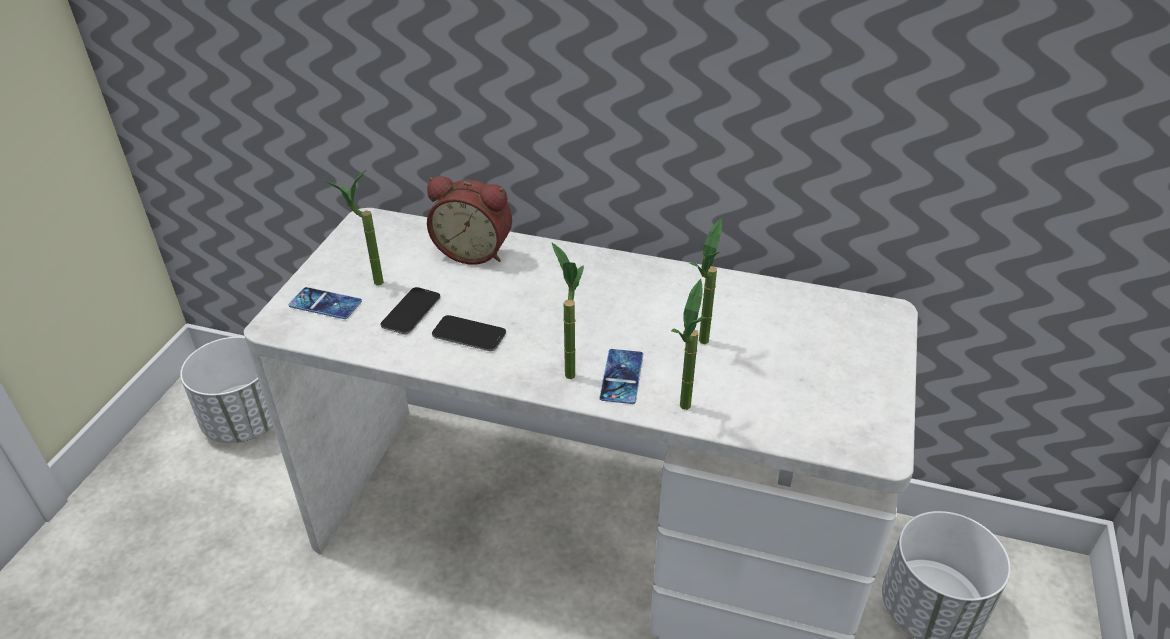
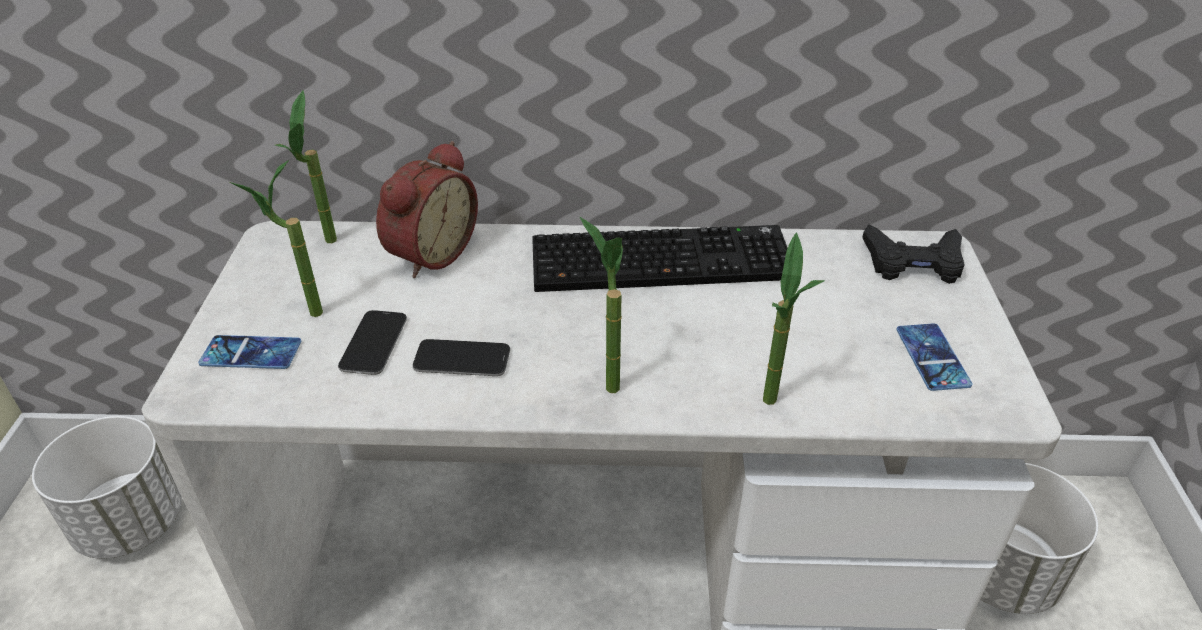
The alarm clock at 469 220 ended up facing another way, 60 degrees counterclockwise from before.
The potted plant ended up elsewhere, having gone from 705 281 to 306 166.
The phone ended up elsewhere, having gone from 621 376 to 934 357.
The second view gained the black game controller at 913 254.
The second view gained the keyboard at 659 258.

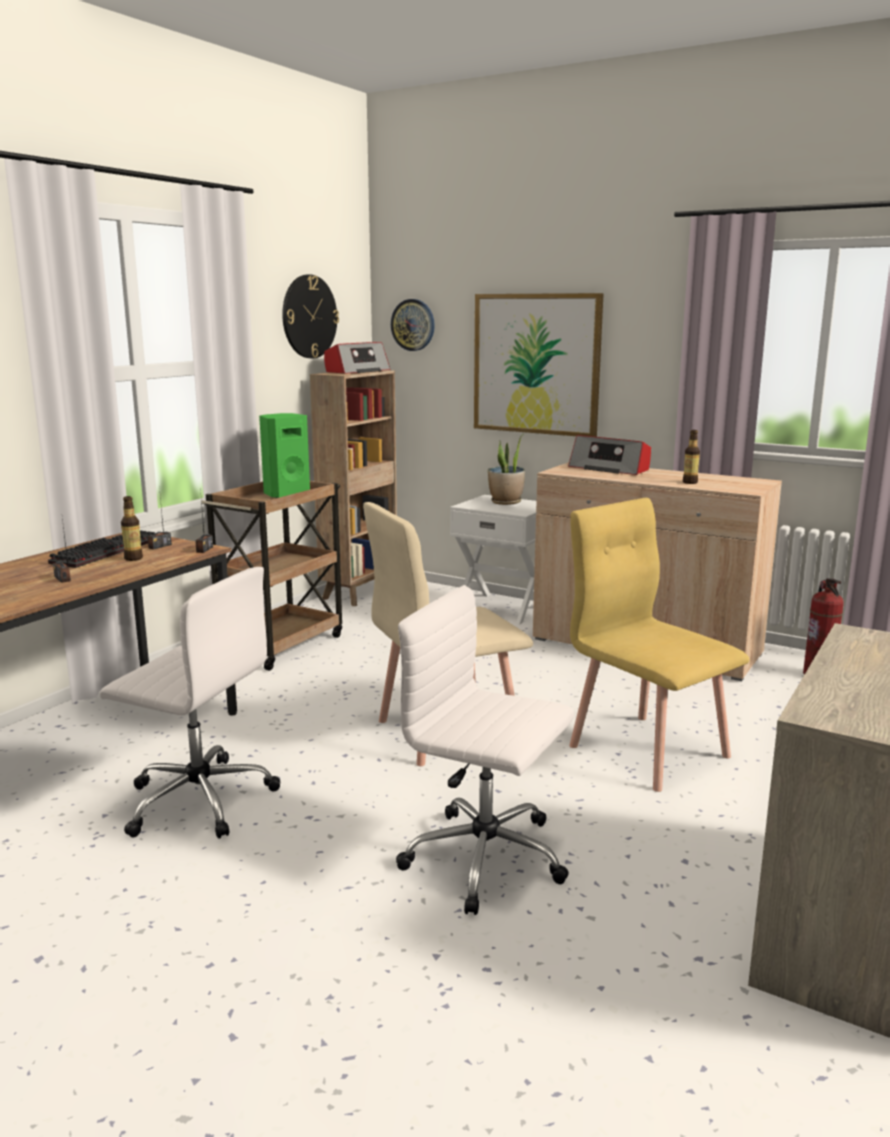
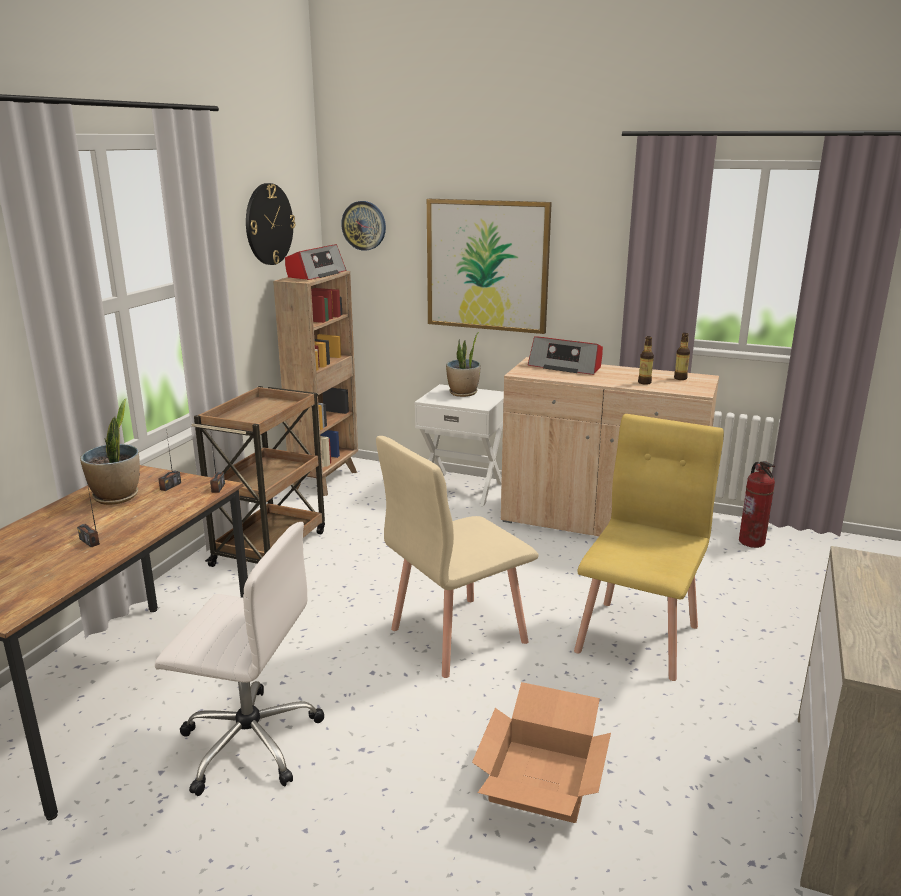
The second view lost the green speaker at 284 455.
The bottle ended up elsewhere, having gone from 132 528 to 682 356.
The yellow chair at 659 645 ended up facing another way, 75 degrees clockwise from before.
Where the keyboard stood at 101 549, the potted plant came to stand at 110 452.
Where the white office chair stood at 485 750, the cardboard box came to stand at 541 752.

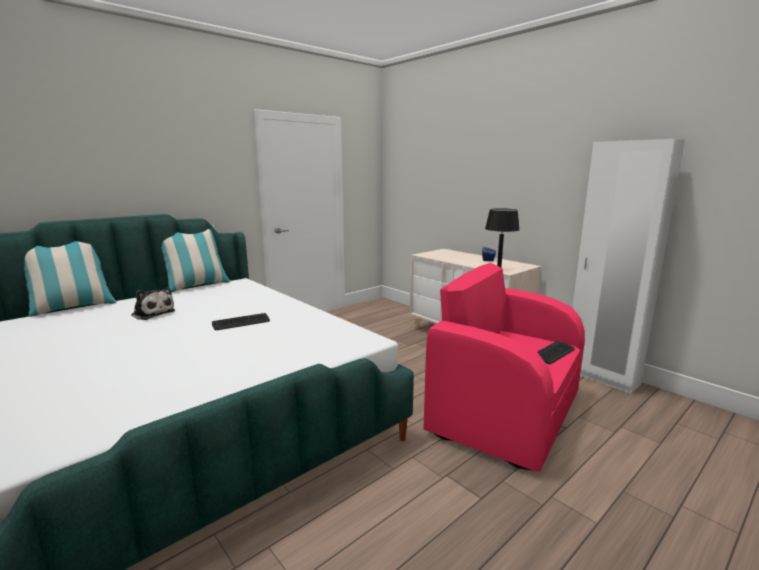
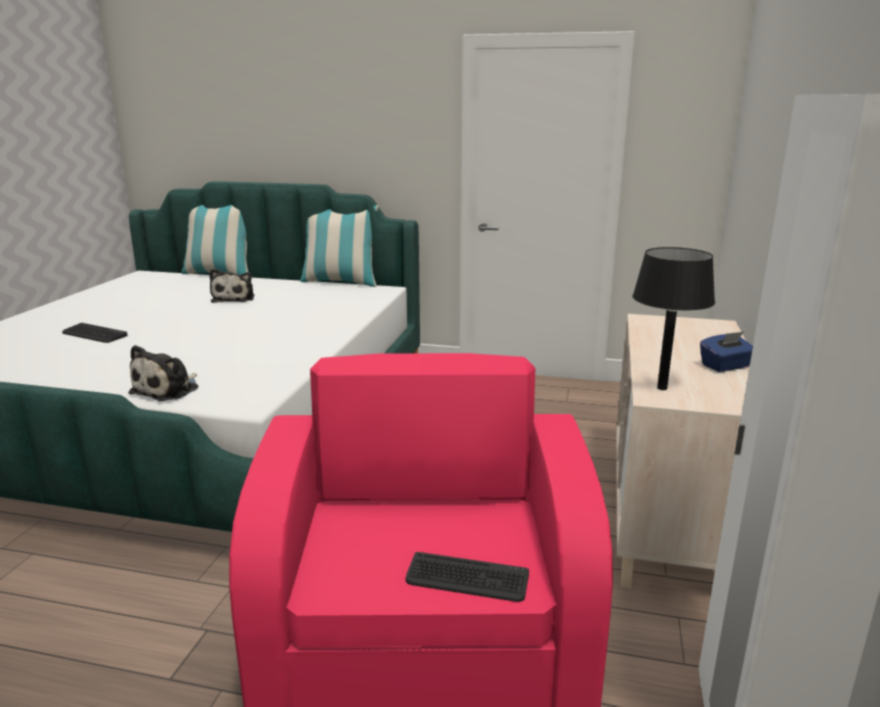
The keyboard ended up elsewhere, having gone from 241 321 to 95 333.
The second view gained the plush toy at 163 373.

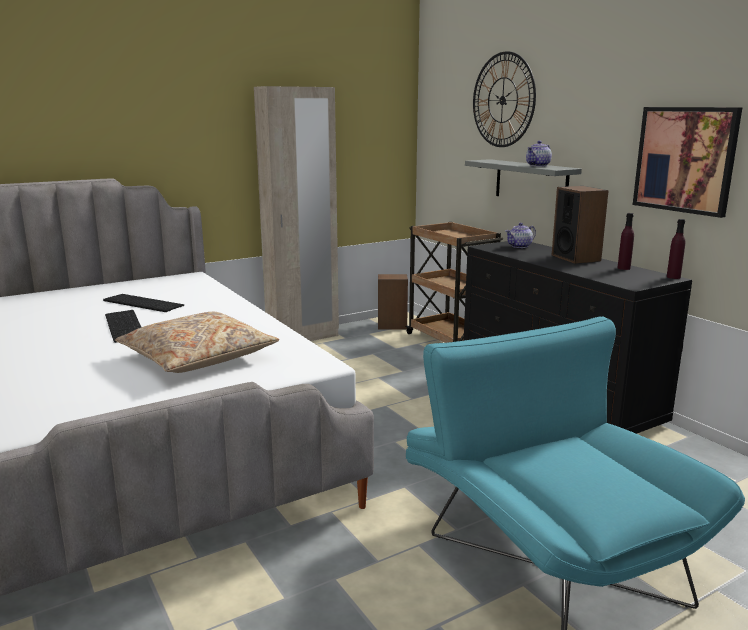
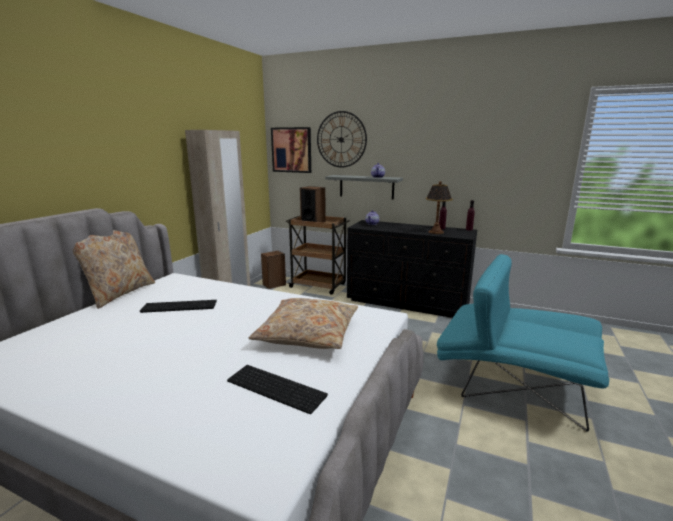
The picture ended up elsewhere, having gone from 687 162 to 291 150.
The speaker ended up elsewhere, having gone from 580 225 to 313 204.
The keyboard ended up elsewhere, having gone from 123 326 to 277 389.
The second view gained the table lamp at 439 207.
The second view gained the beige pillow at 114 269.

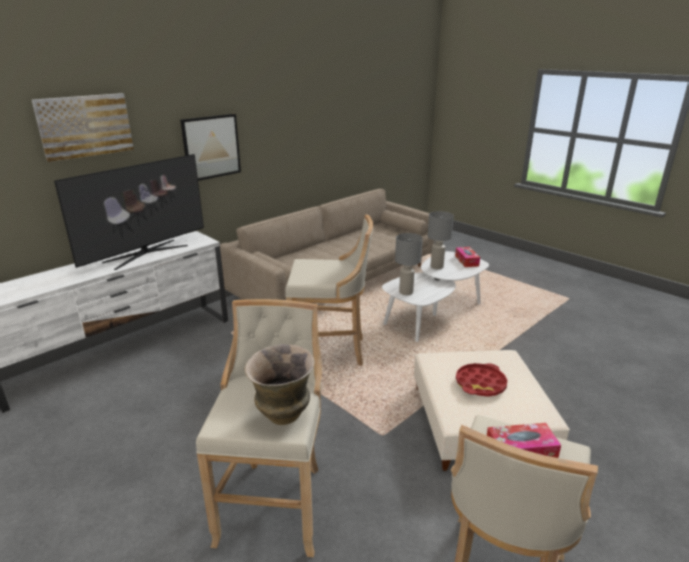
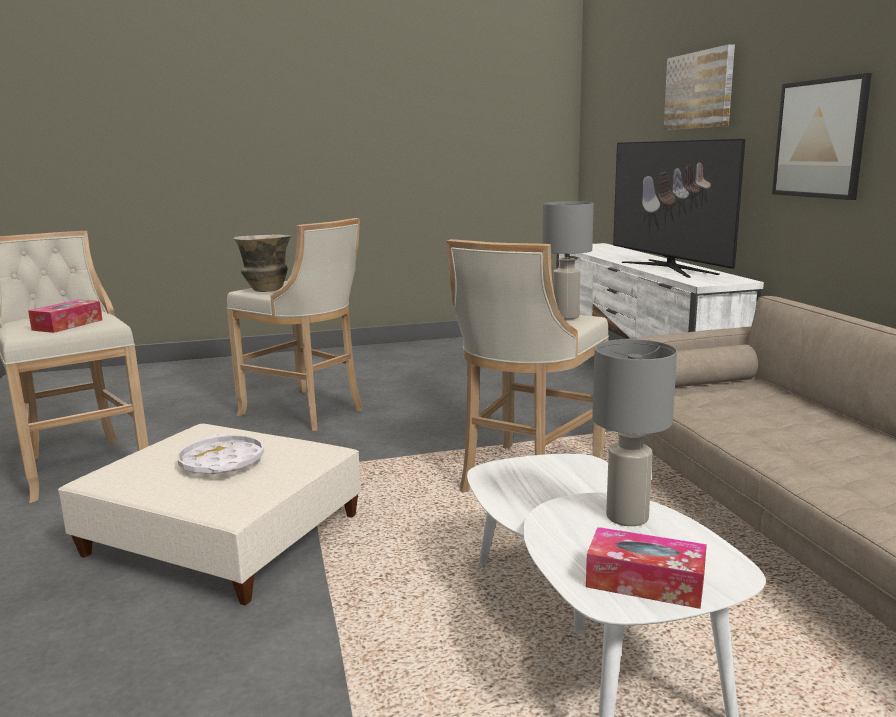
The grey table lamp ended up elsewhere, having gone from 409 264 to 568 260.
What was the red tray at 481 380 turned into the white tray at 220 454.

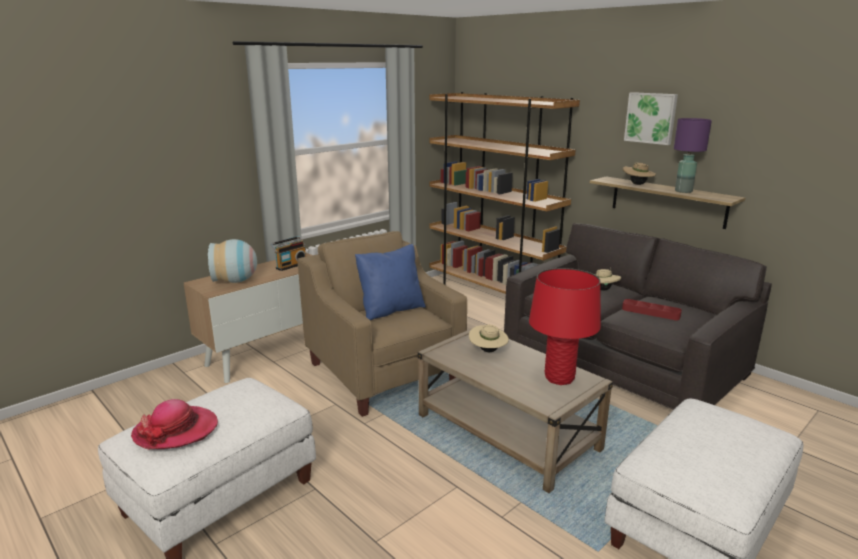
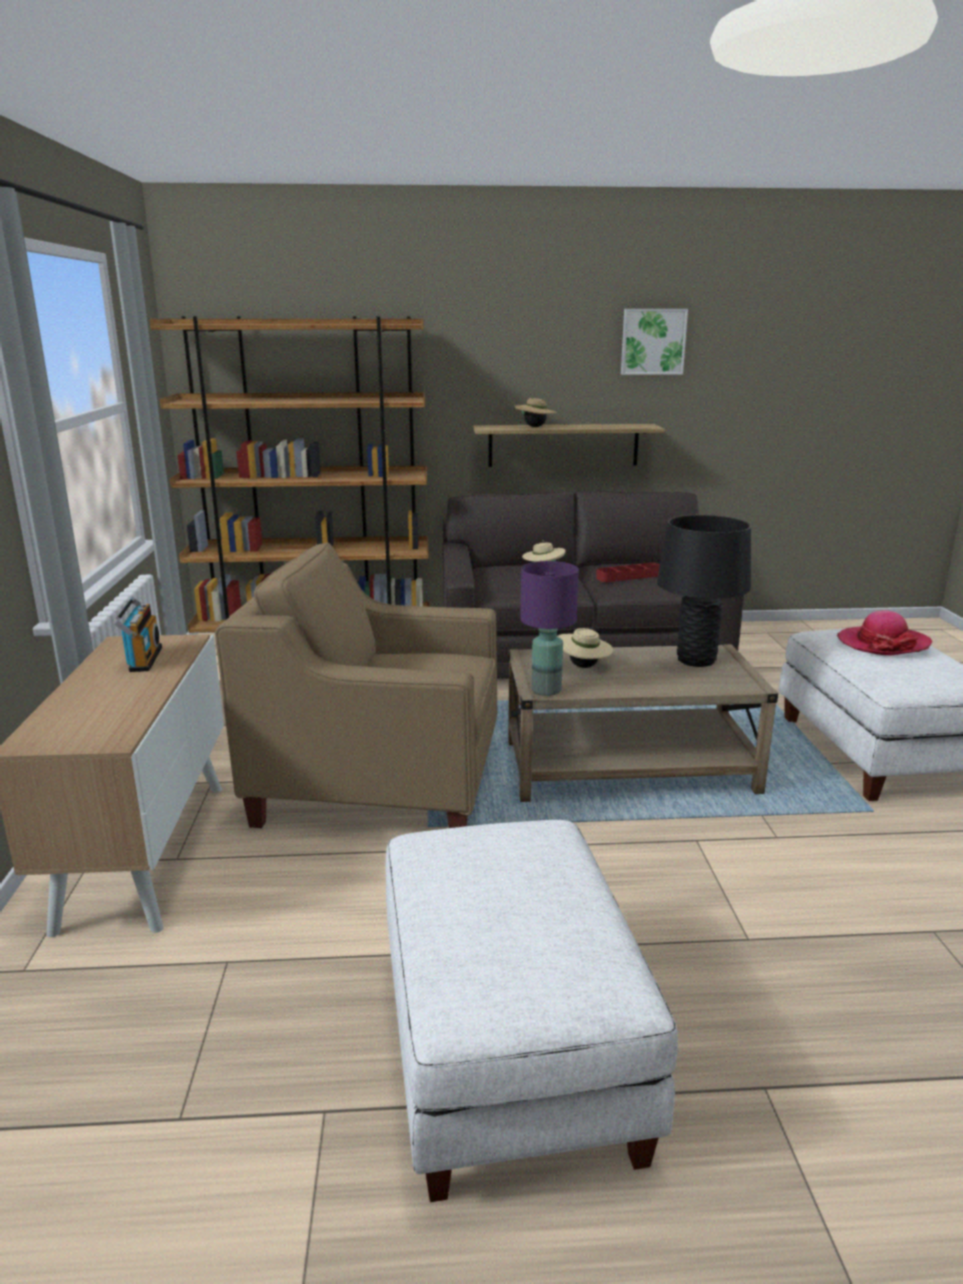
The picture ended up elsewhere, having gone from 651 118 to 654 342.
The purple table lamp ended up elsewhere, having gone from 693 155 to 549 628.
The second view lost the vase at 232 261.
The second view lost the blue pillow at 390 282.
What was the red table lamp at 565 326 turned into the black table lamp at 704 591.
The hat ended up elsewhere, having gone from 174 424 to 884 633.

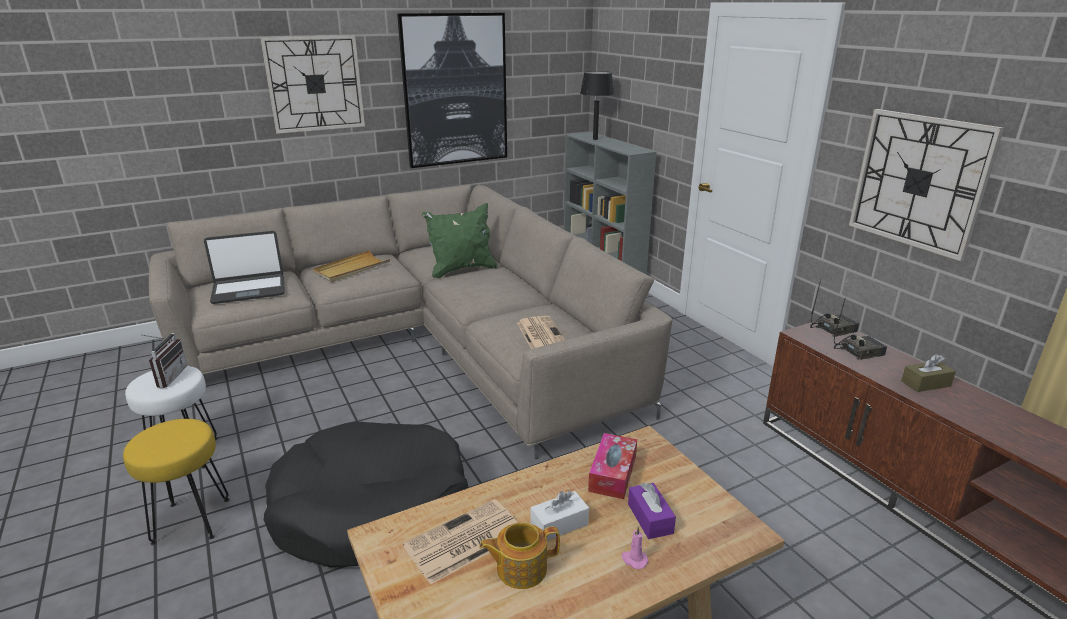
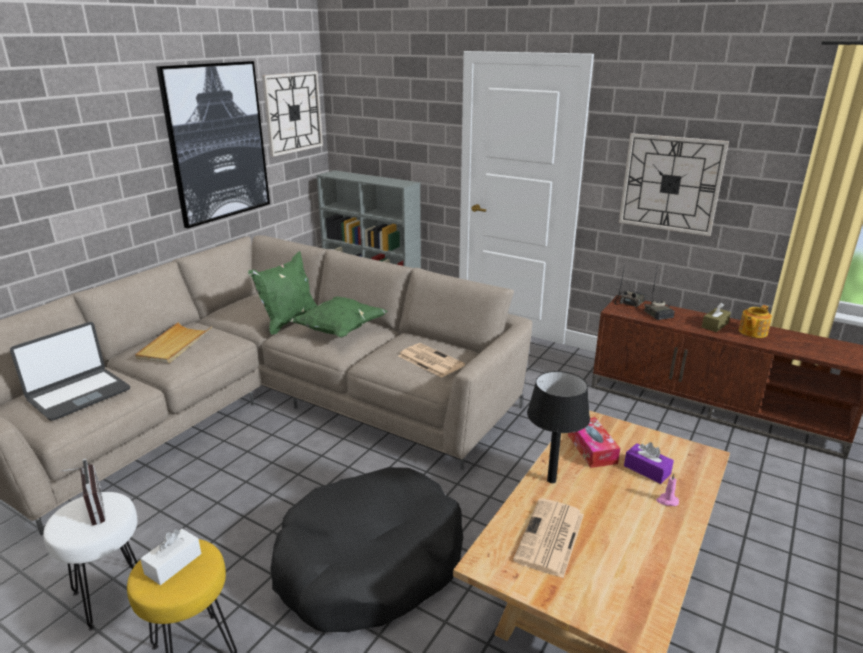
The wall clock ended up elsewhere, having gone from 312 84 to 292 114.
The black table lamp ended up elsewhere, having gone from 597 105 to 558 427.
The radio at 860 328 ended up facing another way, 120 degrees clockwise from before.
The white tissue box ended up elsewhere, having gone from 560 515 to 170 557.
The teapot ended up elsewhere, having gone from 519 555 to 755 321.
The second view gained the green pillow at 338 317.

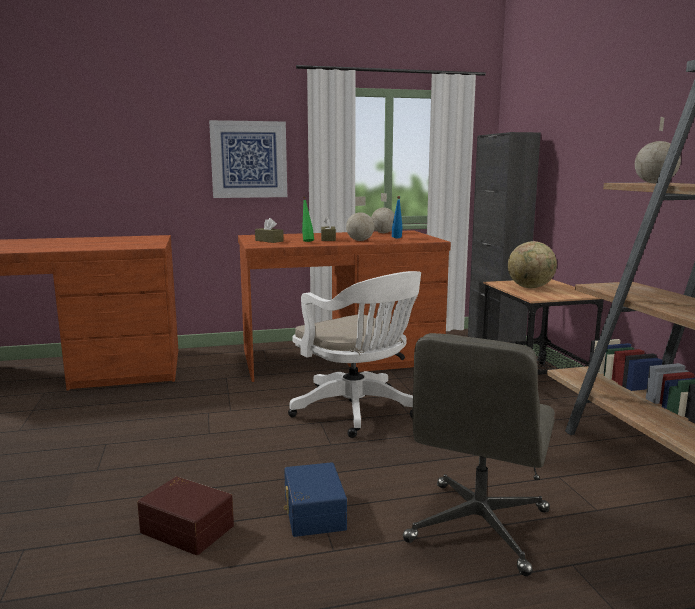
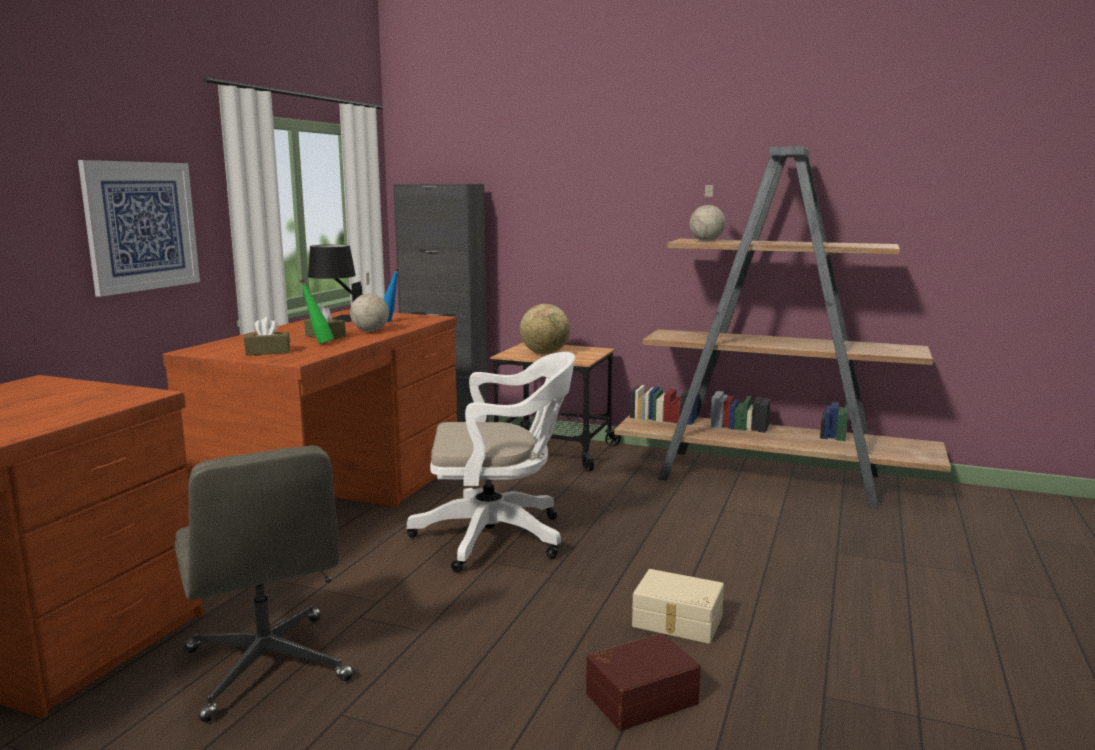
Where the globe stood at 383 213, the black table lamp came to stand at 335 283.
The grey office chair ended up elsewhere, having gone from 479 454 to 263 583.
What was the blue storage box at 315 499 turned into the beige storage box at 678 606.

